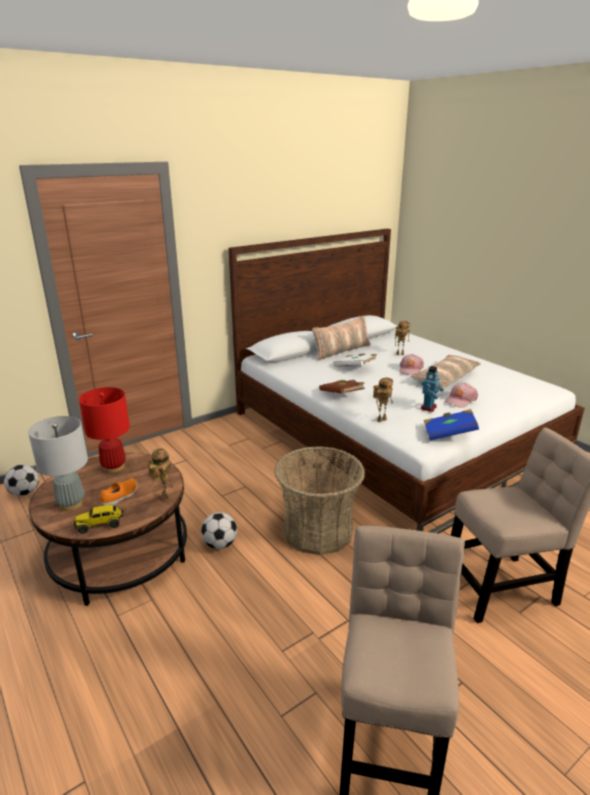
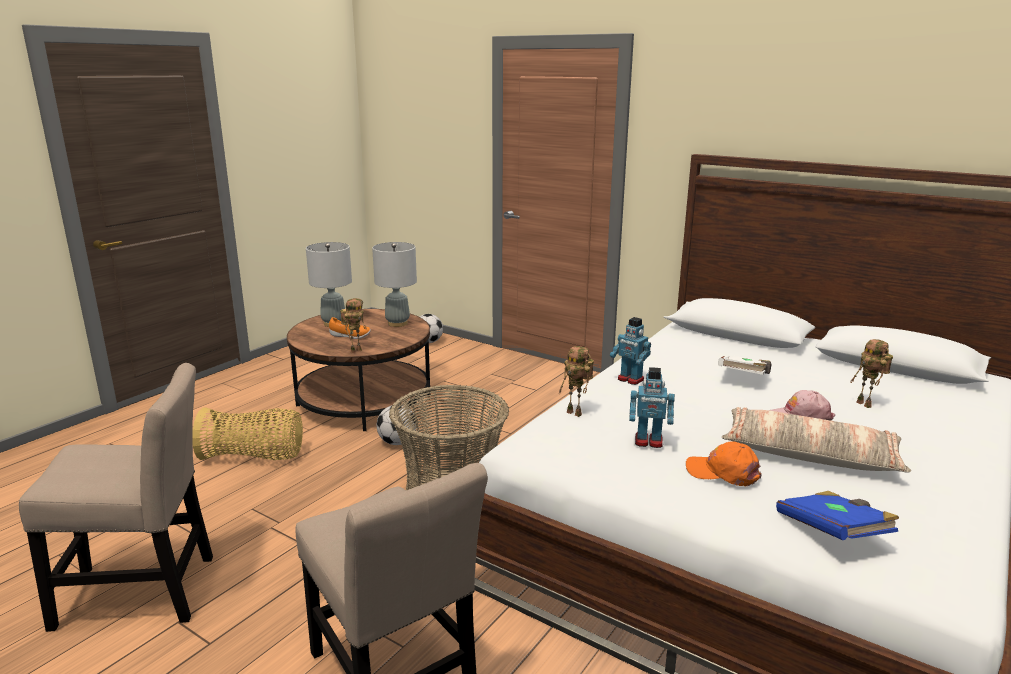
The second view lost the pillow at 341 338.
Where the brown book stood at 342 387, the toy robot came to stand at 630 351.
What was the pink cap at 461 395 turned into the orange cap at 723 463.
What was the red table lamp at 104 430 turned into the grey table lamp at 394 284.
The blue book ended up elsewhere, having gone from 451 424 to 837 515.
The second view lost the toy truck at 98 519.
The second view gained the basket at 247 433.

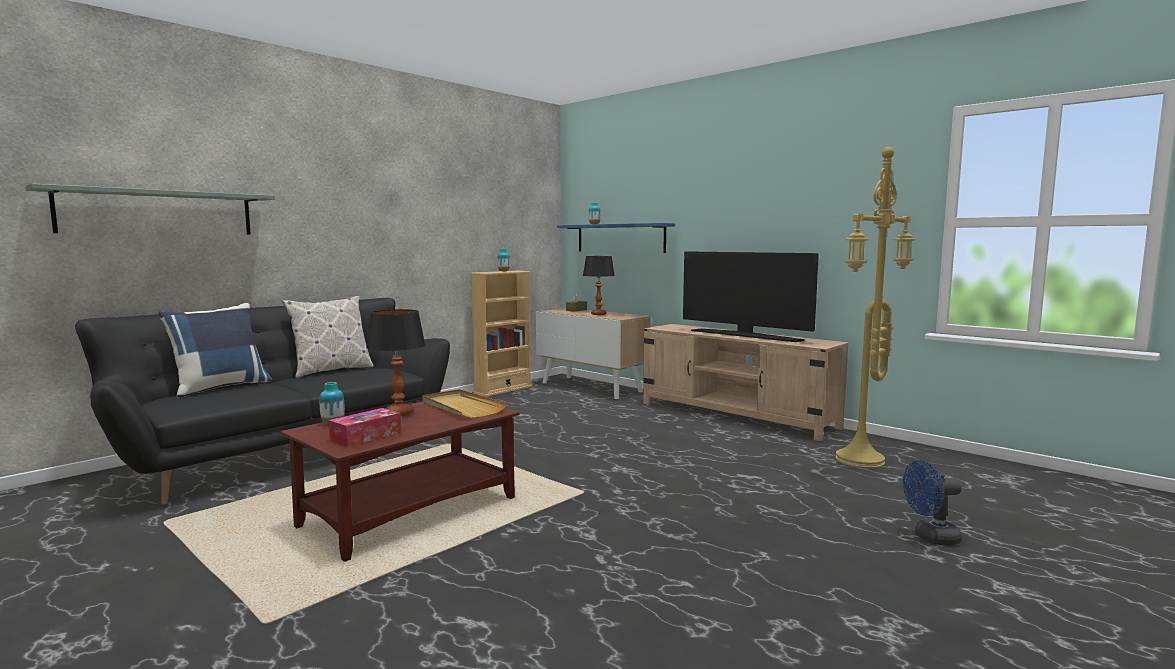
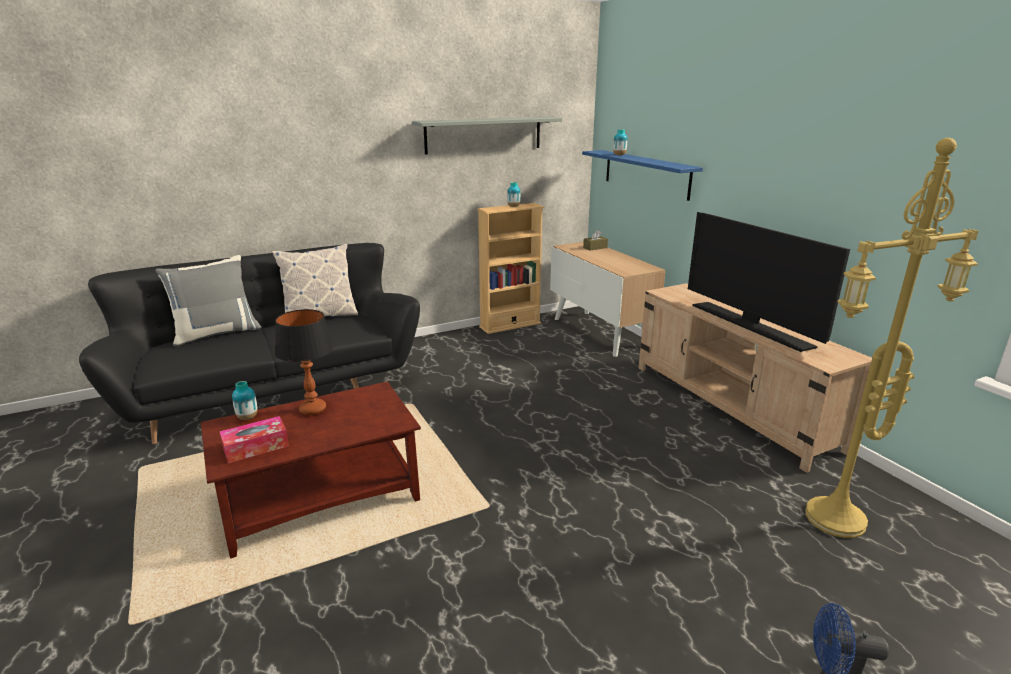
The grey shelf ended up elsewhere, having gone from 150 208 to 487 135.
The second view lost the table lamp at 599 285.
What was the blue pillow at 215 350 turned into the grey pillow at 208 301.
The second view lost the beige tray at 464 403.

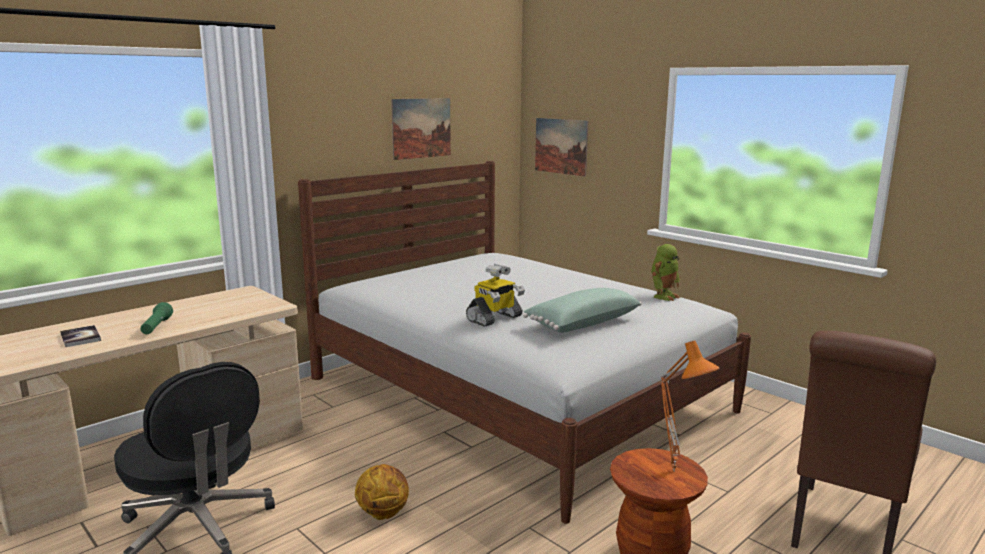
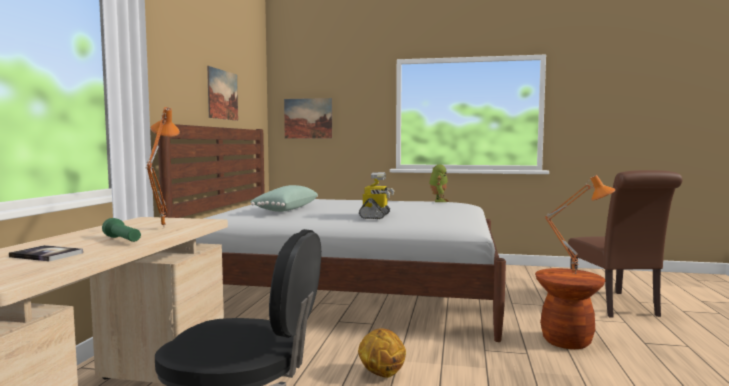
The green pillow ended up elsewhere, having gone from 582 310 to 284 198.
The second view gained the orange table lamp at 163 166.

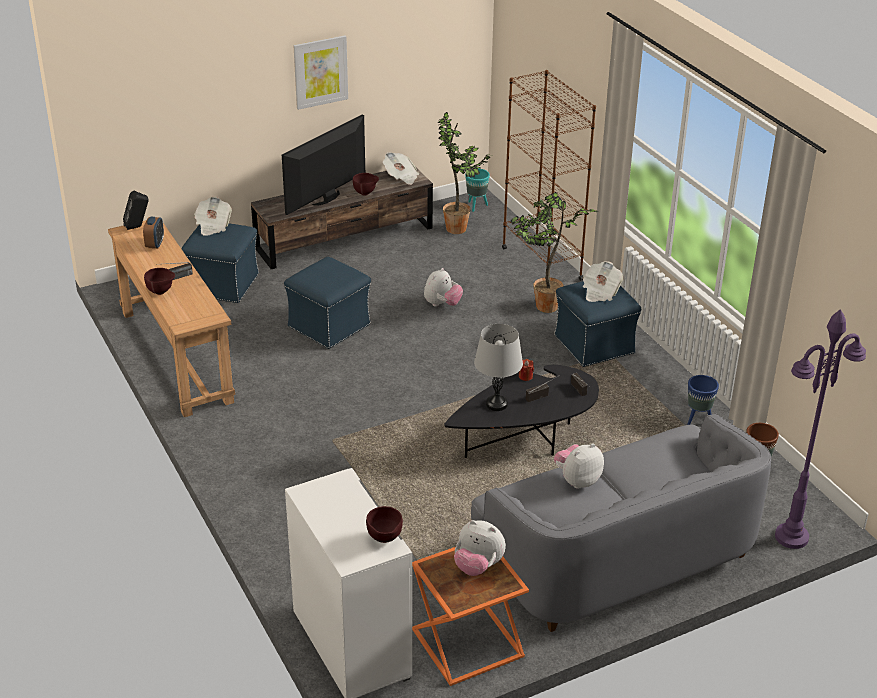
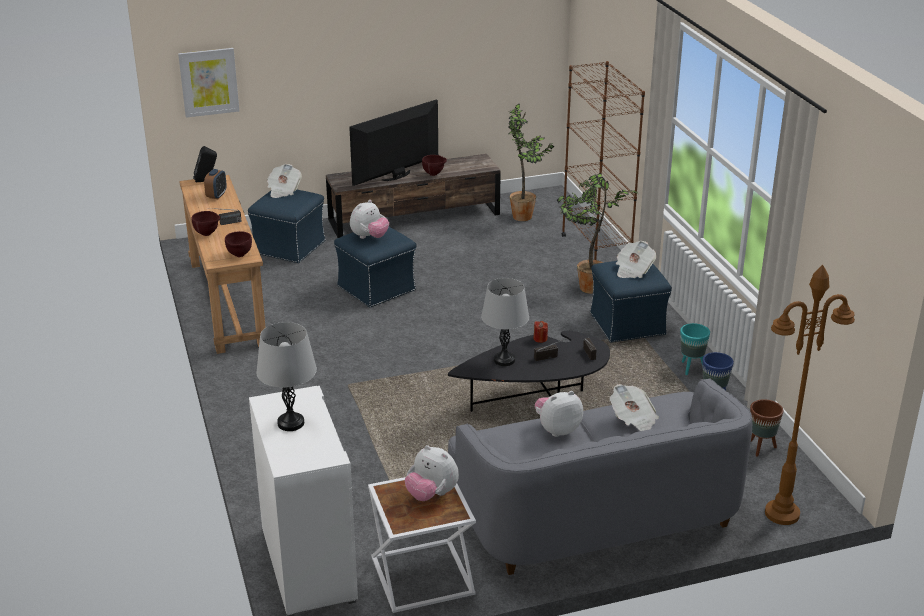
The picture ended up elsewhere, having gone from 320 72 to 208 83.
The newspaper ended up elsewhere, having gone from 401 168 to 634 407.
The turquoise planter ended up elsewhere, having gone from 477 190 to 695 349.
The plush toy ended up elsewhere, having gone from 443 287 to 369 219.
What was the purple floor lamp at 820 429 turned into the brown floor lamp at 810 395.
The brown bowl ended up elsewhere, having gone from 384 524 to 238 244.
What was the orange side table at 470 616 turned into the white side table at 422 545.
The second view gained the grey table lamp at 286 376.

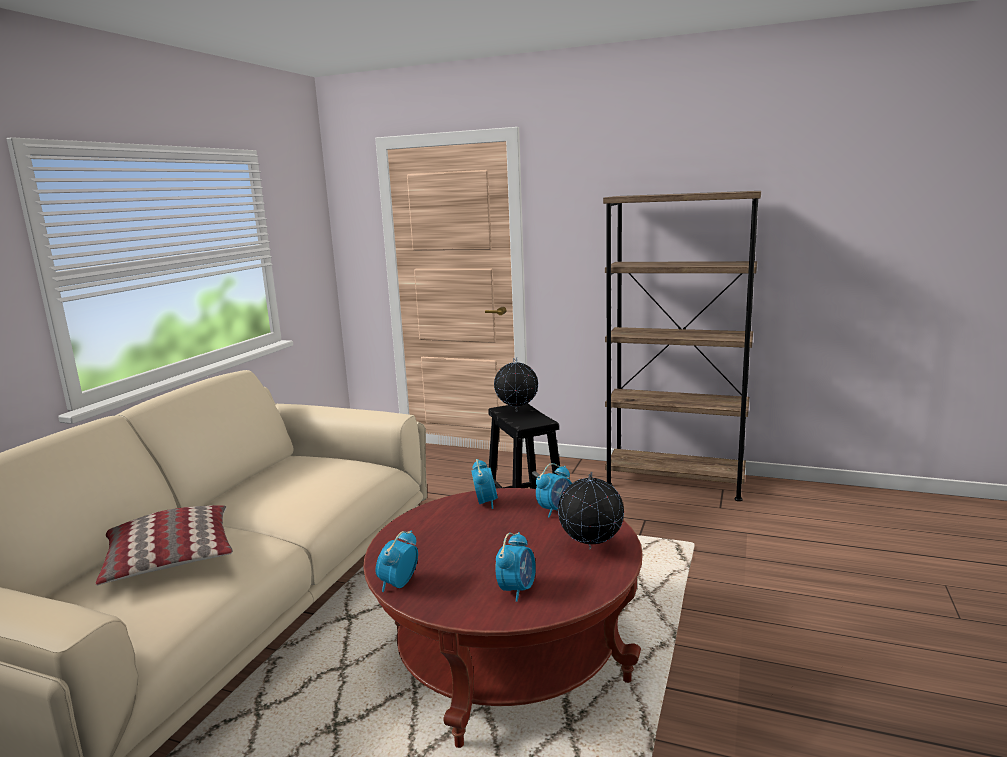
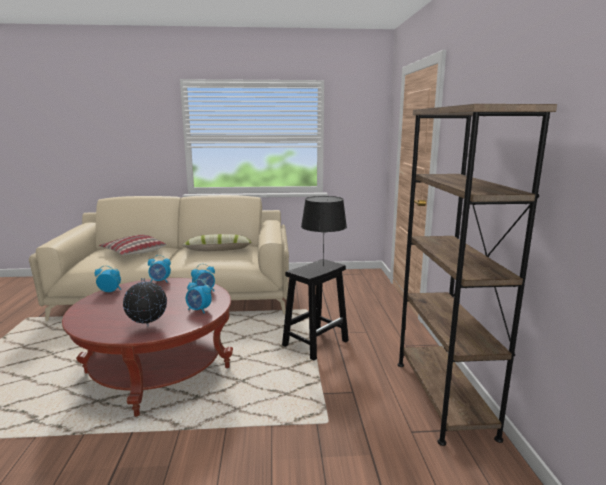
Where the globe stood at 516 384, the black table lamp came to stand at 324 231.
The alarm clock ended up elsewhere, having gone from 515 567 to 159 268.
The second view gained the pillow at 216 242.

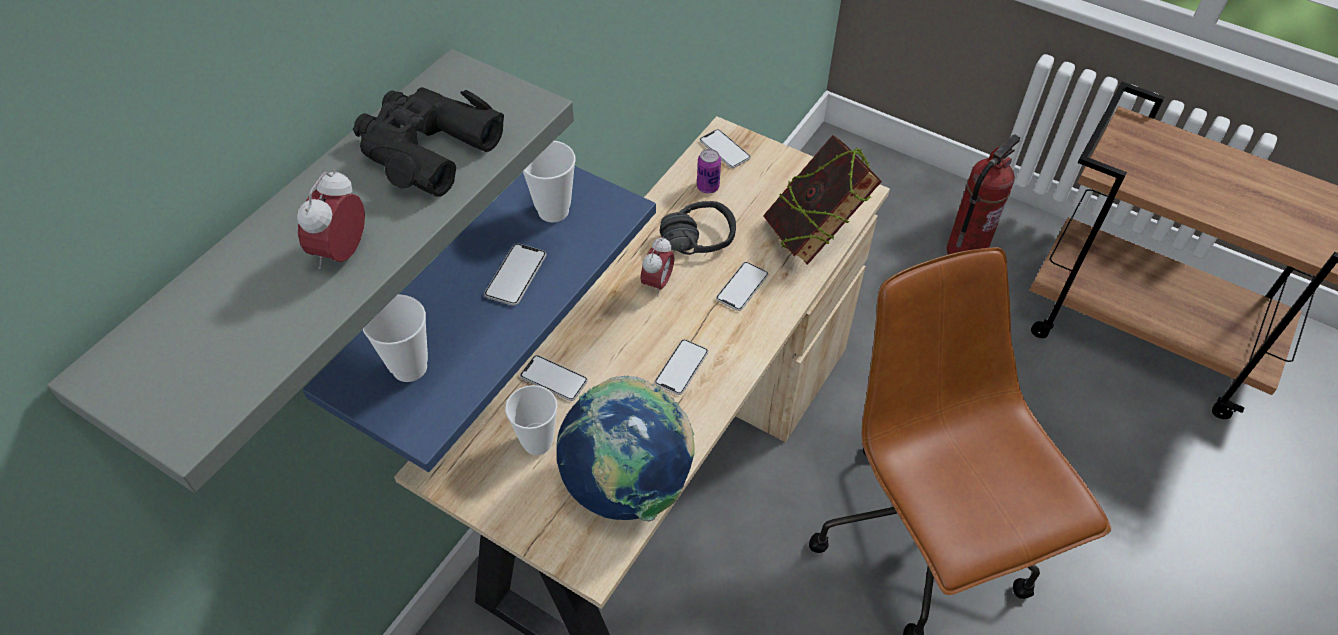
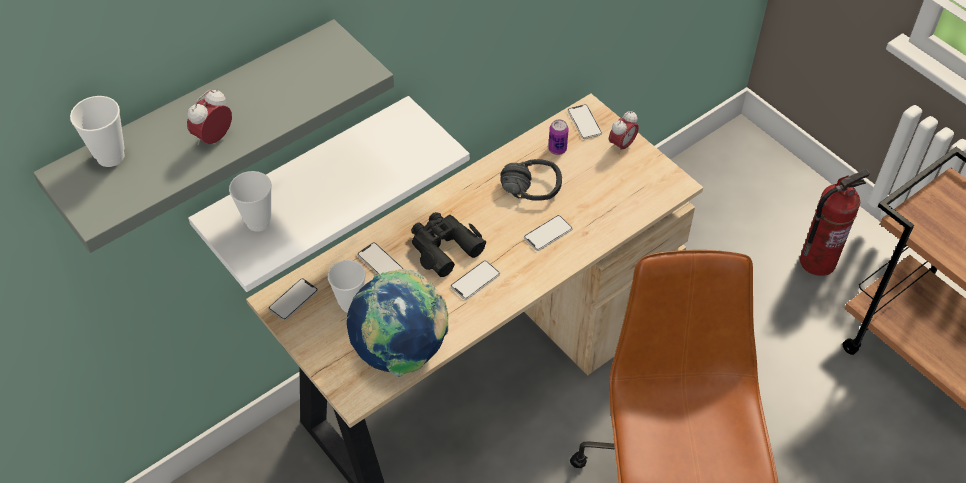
The black binoculars ended up elsewhere, having gone from 428 142 to 448 244.
The second view lost the book at 822 200.
The cup ended up elsewhere, having gone from 549 181 to 97 131.
What was the blue shelf at 479 319 turned into the white shelf at 329 194.
The alarm clock ended up elsewhere, having gone from 657 266 to 624 132.
The phone ended up elsewhere, having gone from 515 275 to 293 299.

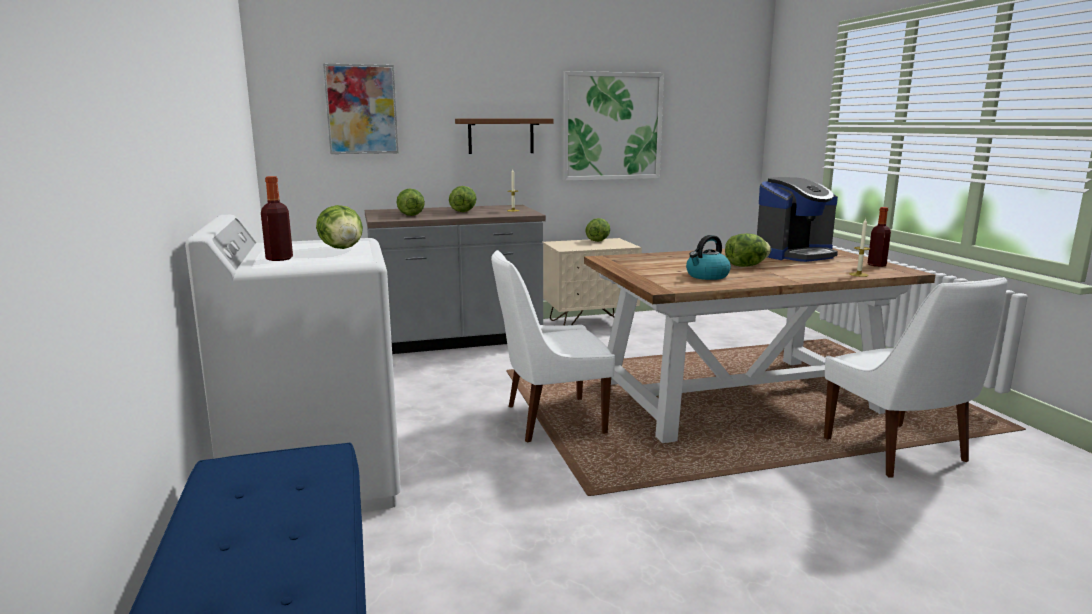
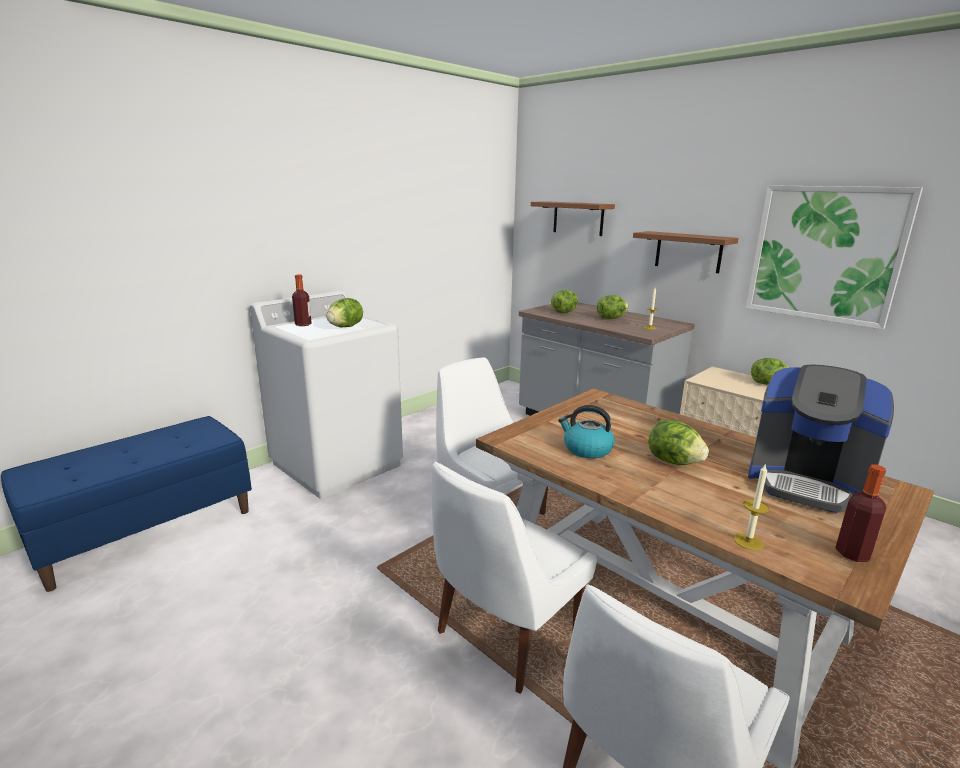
Where the picture hung at 360 109, the brown shelf came to hang at 573 218.
The second view gained the white chair at 514 578.

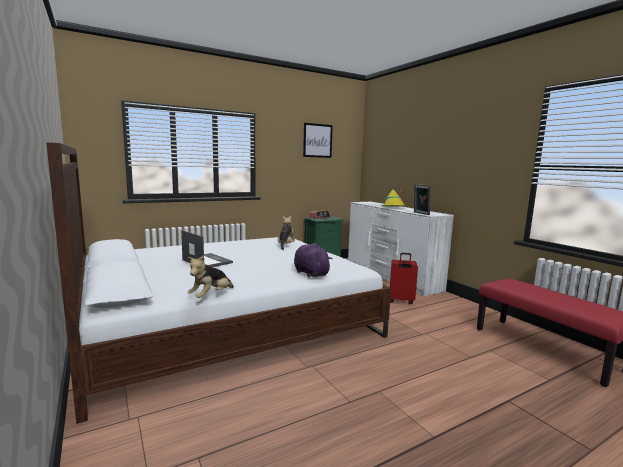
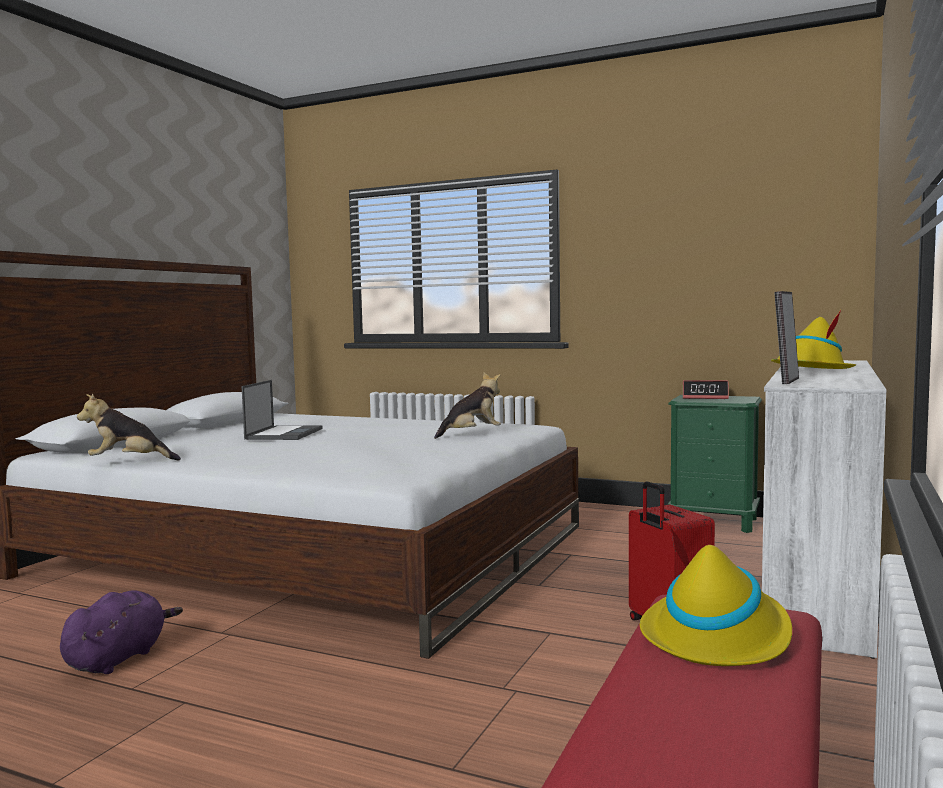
The second view lost the picture at 318 140.
The purple plush toy ended up elsewhere, having gone from 313 260 to 121 632.
The second view gained the yellow hat at 716 595.

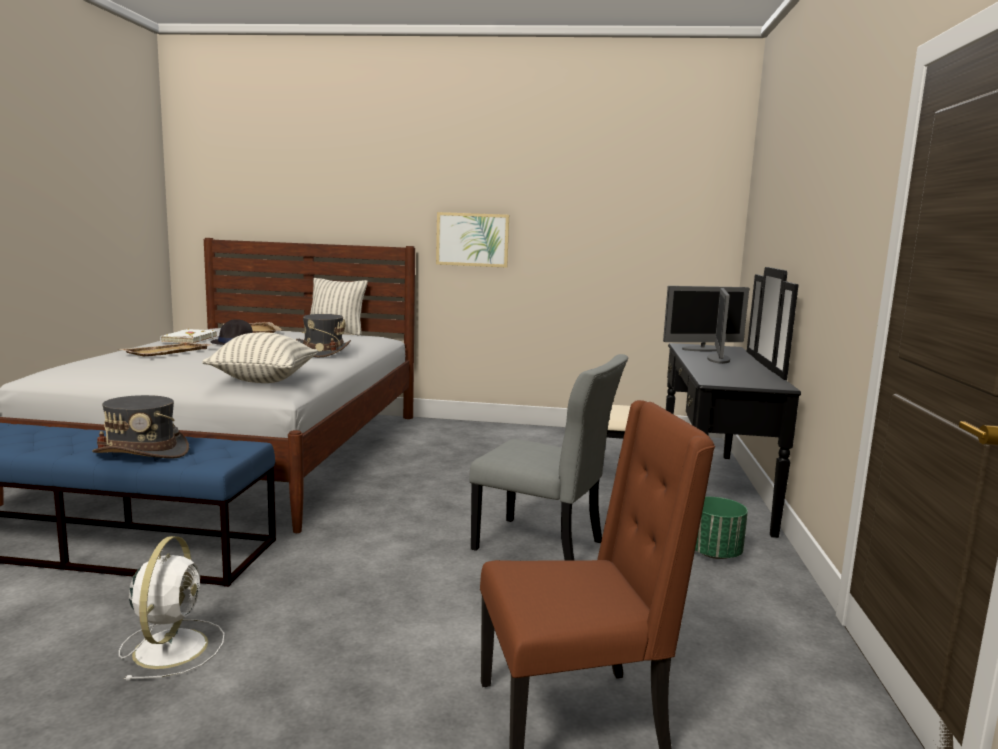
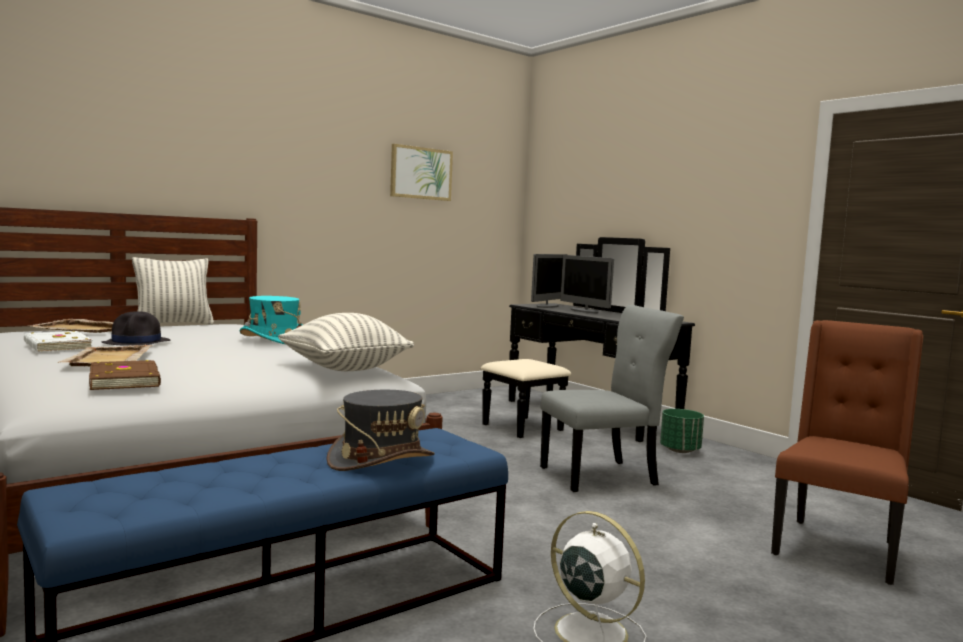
The picture ended up elsewhere, having gone from 472 240 to 421 172.
What was the grey hat at 323 336 turned into the turquoise hat at 271 320.
The second view gained the brown book at 125 375.

